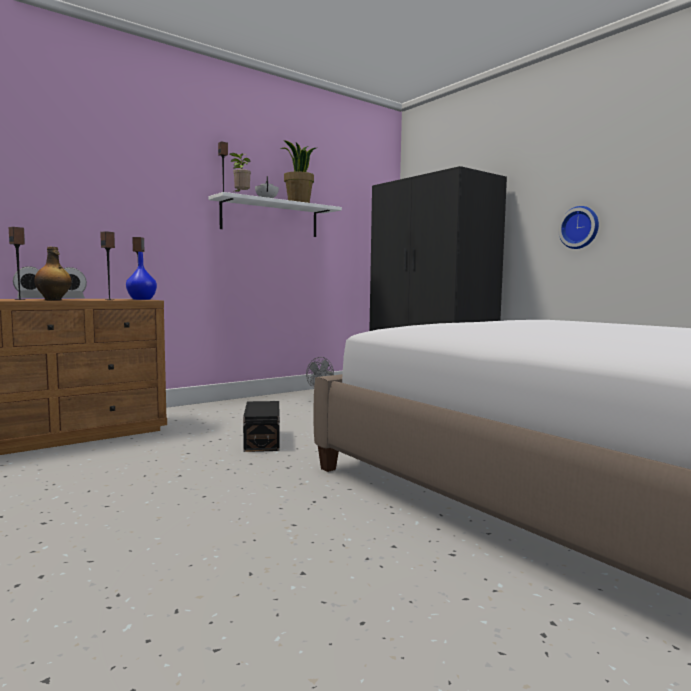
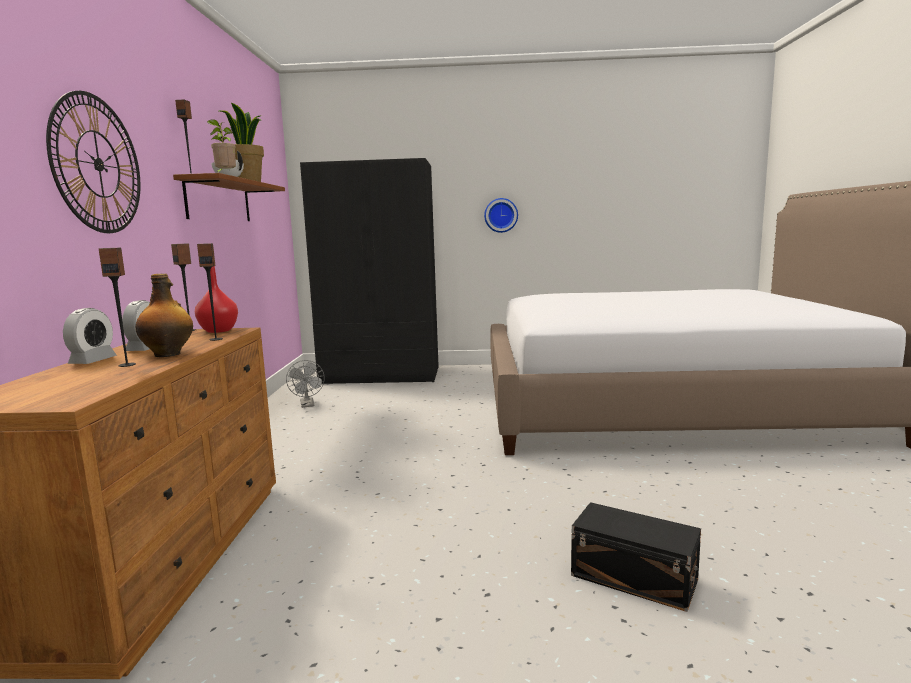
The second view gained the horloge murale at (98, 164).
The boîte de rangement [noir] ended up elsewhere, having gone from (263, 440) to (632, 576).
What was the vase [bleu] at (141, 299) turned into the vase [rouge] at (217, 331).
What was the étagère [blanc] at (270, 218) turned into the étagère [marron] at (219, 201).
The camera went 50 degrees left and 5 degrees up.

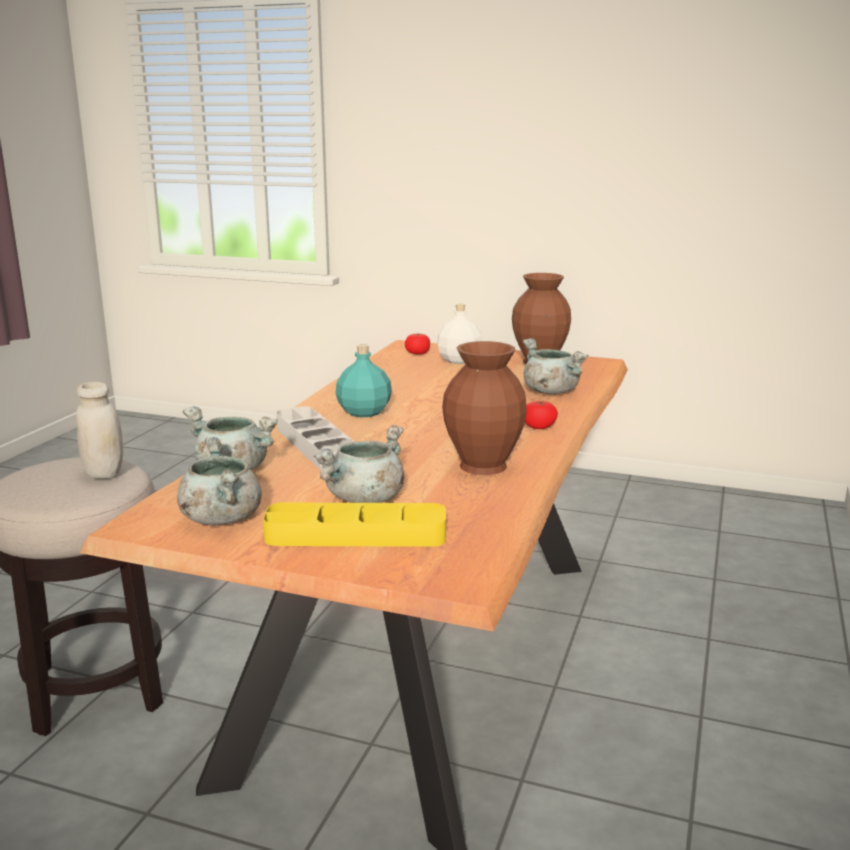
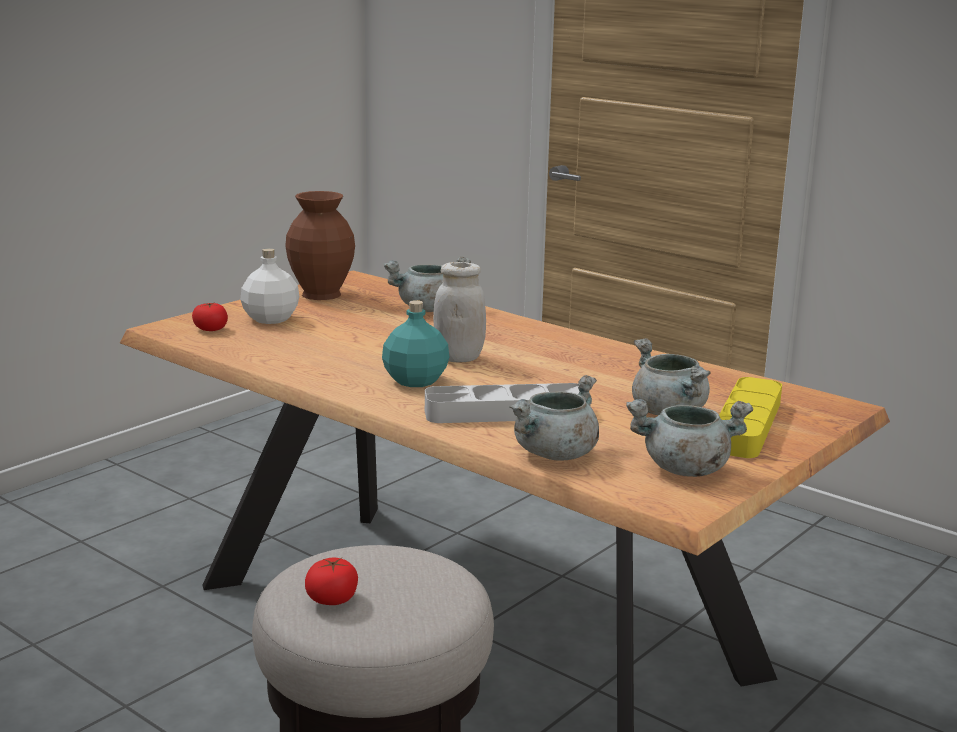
The second view lost the vase [marron] at (482, 466).
The bocal [blanc] ended up elsewhere, having gone from (104, 473) to (459, 358).
The tomate ended up elsewhere, having gone from (538, 426) to (332, 598).
The camera went 70 degrees left and 0 degrees up.

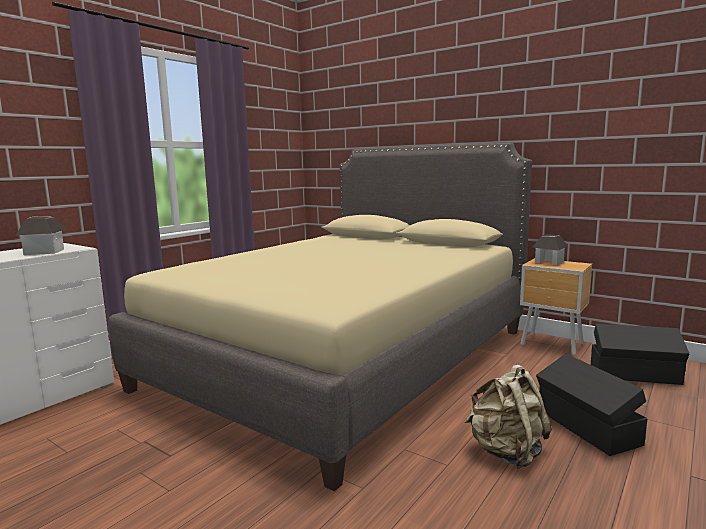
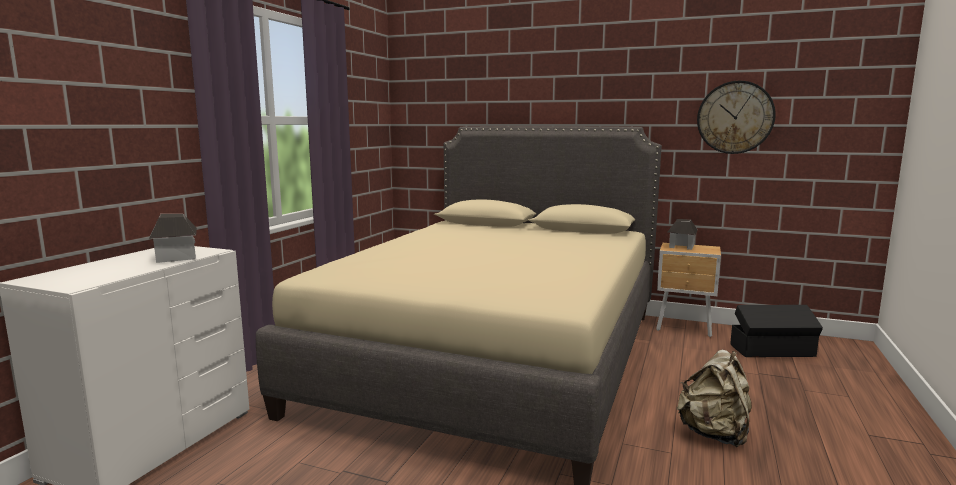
The second view lost the boîte de rangement [noir] at (587, 427).
The second view gained the horloge murale at (735, 117).
The camera went 15 degrees left and 0 degrees up.

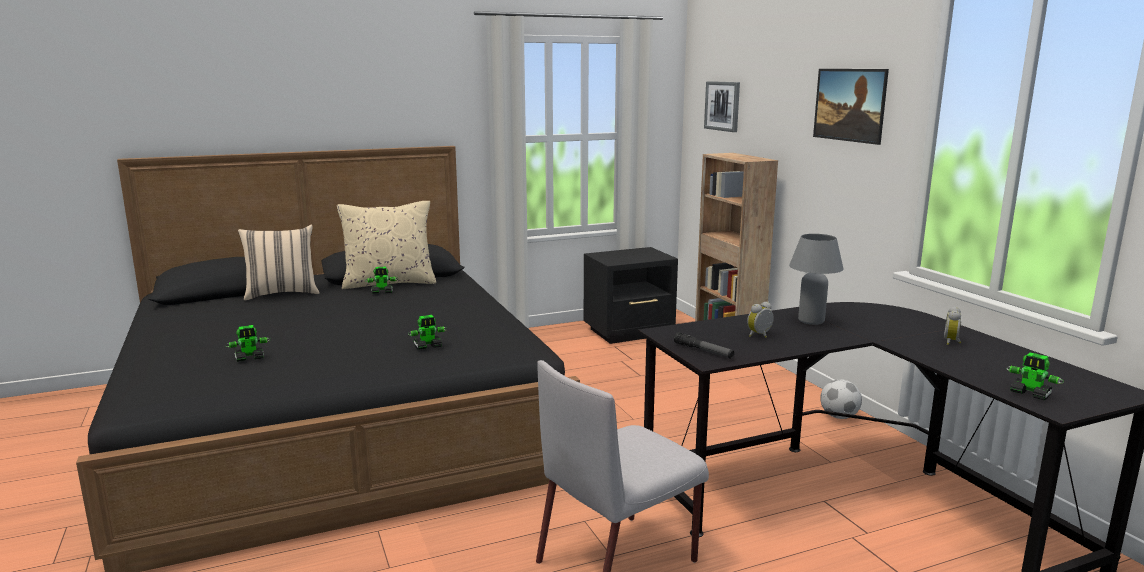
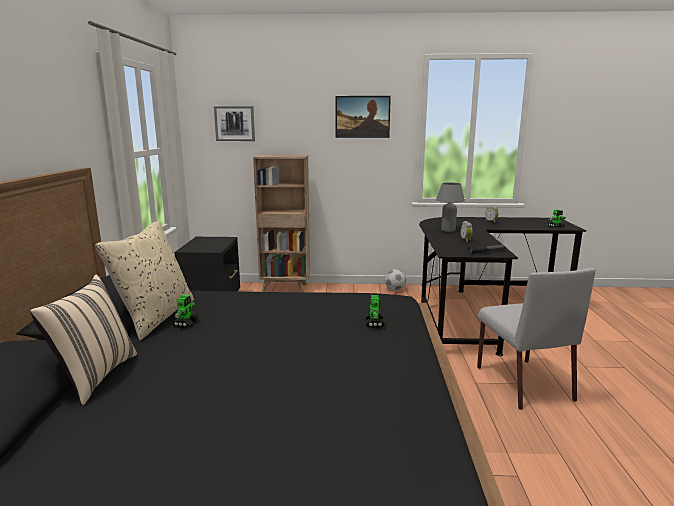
The second view lost the robot jouet at (250, 358).
The camera went 65 degrees left and 0 degrees up.

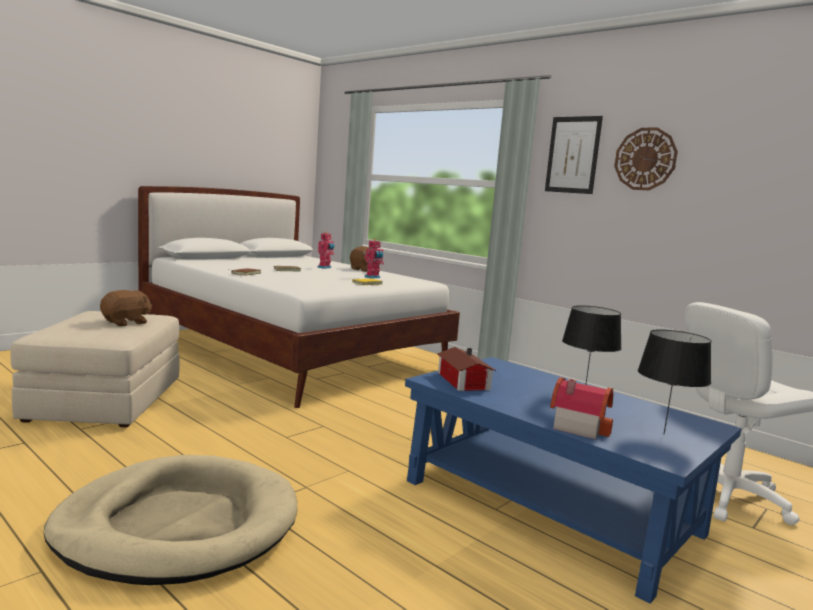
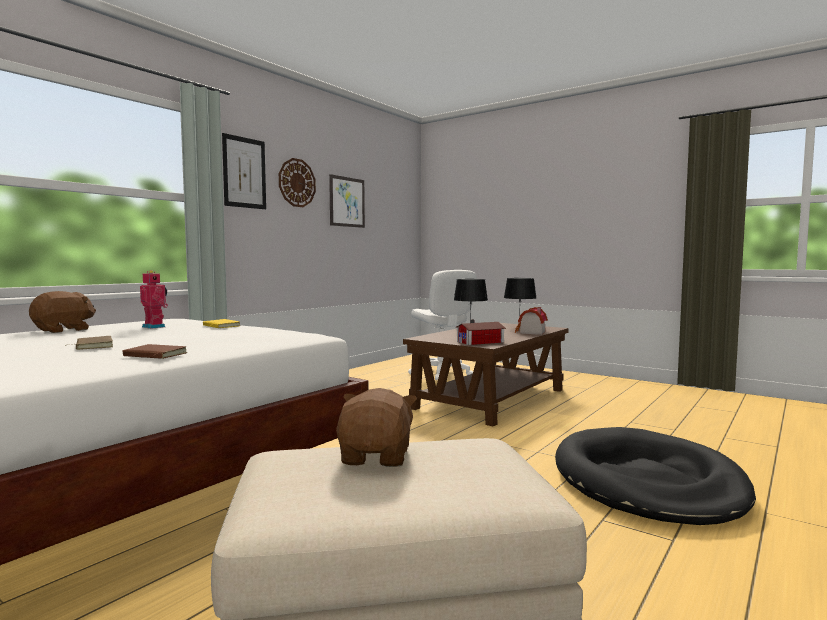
The second view lost the robot jouet at (325, 267).
The second view gained the tableau at (347, 202).
What was the panier pour chien [beige] at (178, 525) turned into the panier pour chien [noir] at (647, 482).
What was the table basse [bleu] at (548, 506) turned into the table basse [marron] at (491, 399).
The peluche [marron] at (126, 323) ended up facing another way, 60 degrees clockwise from before.
The camera went 95 degrees left and 5 degrees down.

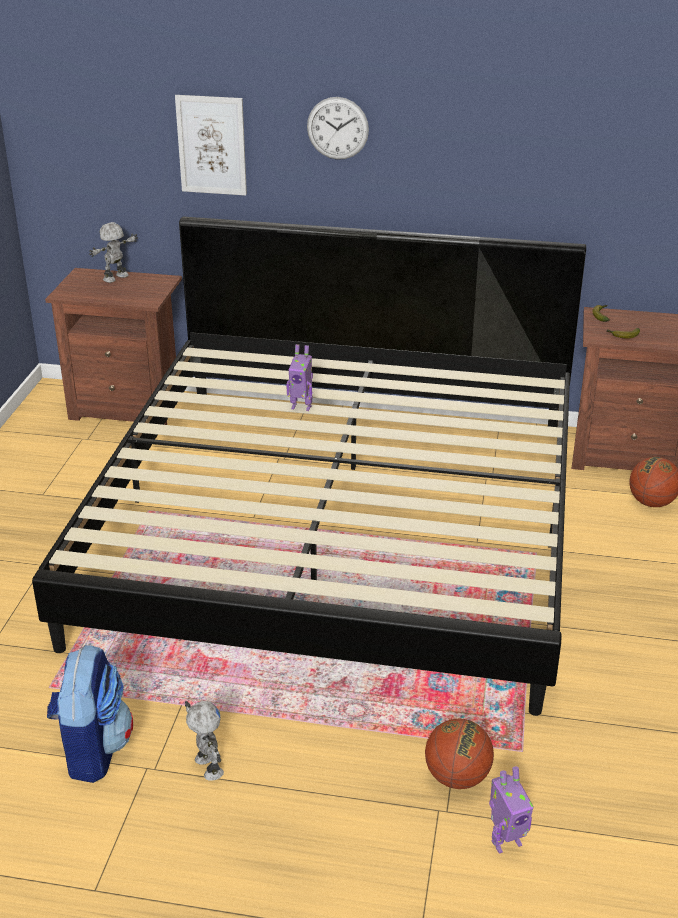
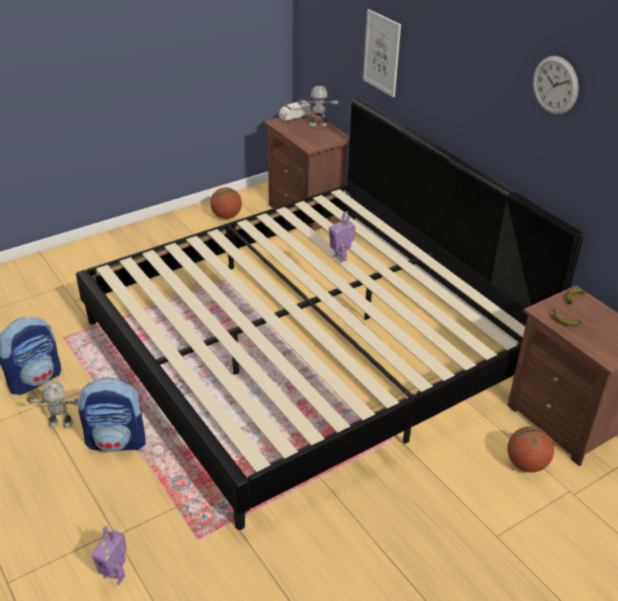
The second view gained the sac à dos at (117, 441).
The second view gained the camion jouet at (294, 117).
The horloge murale ended up elsewhere, having gone from (337, 128) to (555, 85).
The ballon de basket ended up elsewhere, having gone from (457, 777) to (226, 216).
The robot jouet at (207, 767) ended up facing another way, 105 degrees counterclockwise from before.
The camera went 45 degrees right and 5 degrees up.

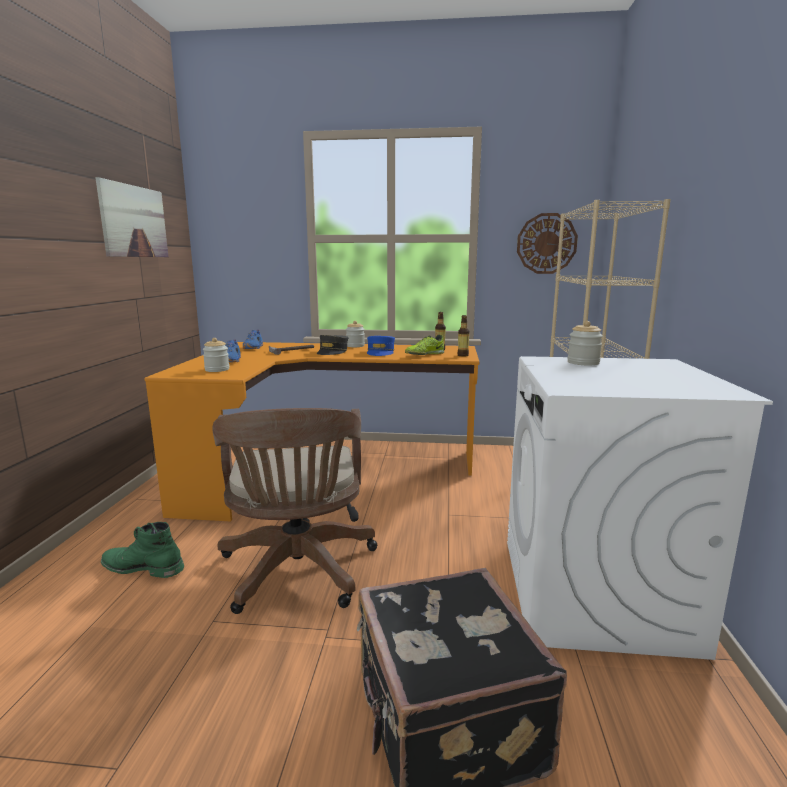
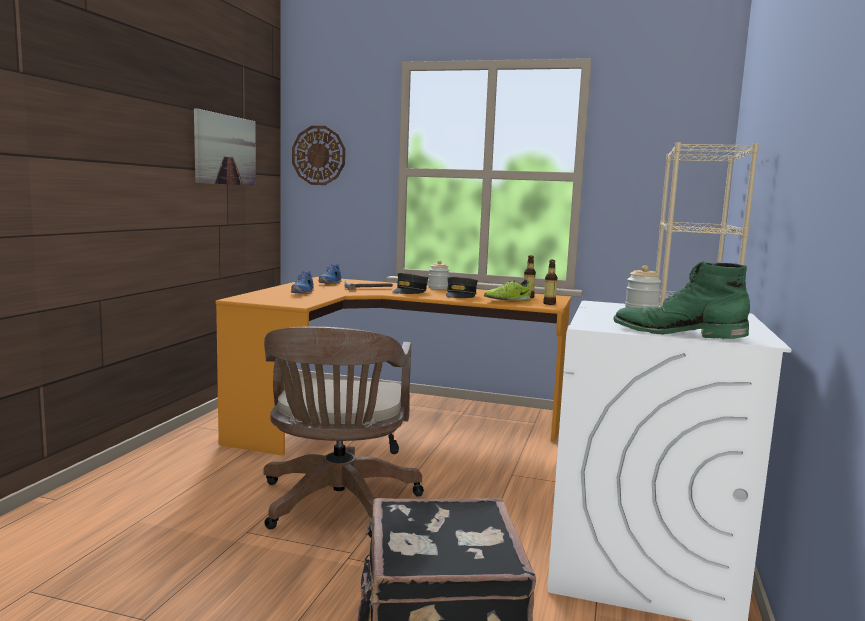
The second view lost the bocal at (217, 369).
The botte [vert] ended up elsewhere, having gone from (143, 567) to (677, 332).
The horloge murale ended up elsewhere, having gone from (546, 243) to (318, 155).
What was the casquette [bleu] at (380, 352) turned into the casquette [gris] at (461, 295).
The camera went 10 degrees right and 5 degrees down.

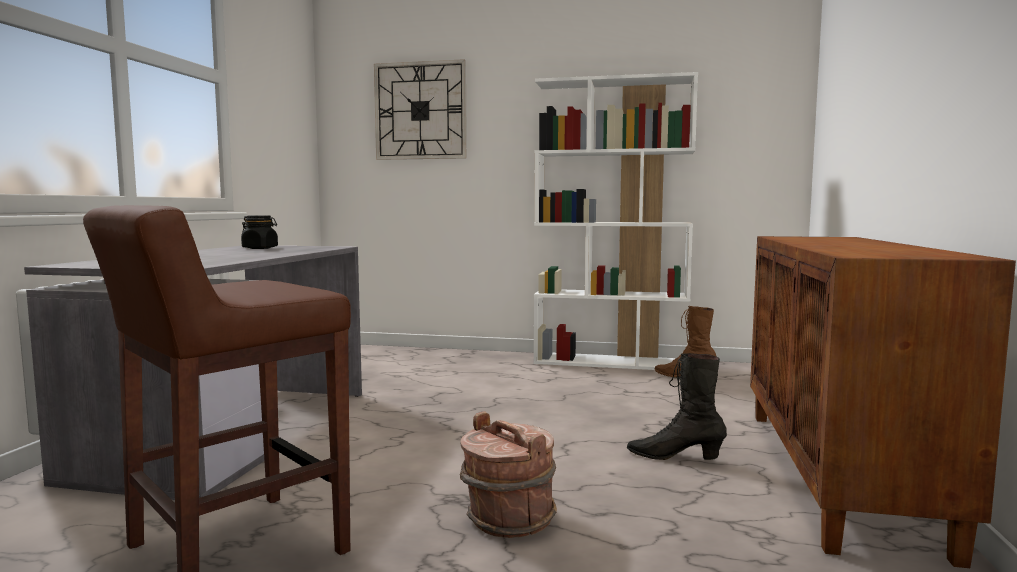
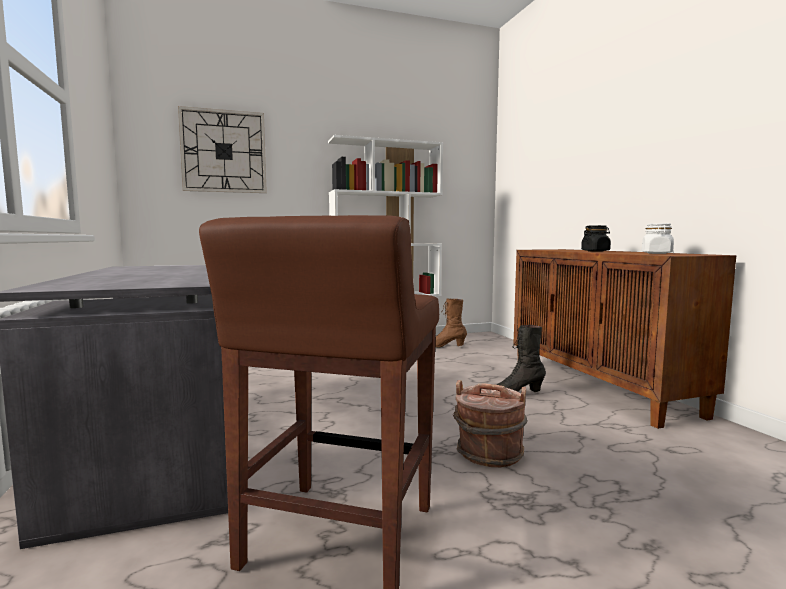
The second view gained the bocal [blanc] at (656, 253).
The bocal [noir] ended up elsewhere, having gone from (260, 248) to (595, 251).
The camera went 30 degrees left and 0 degrees up.

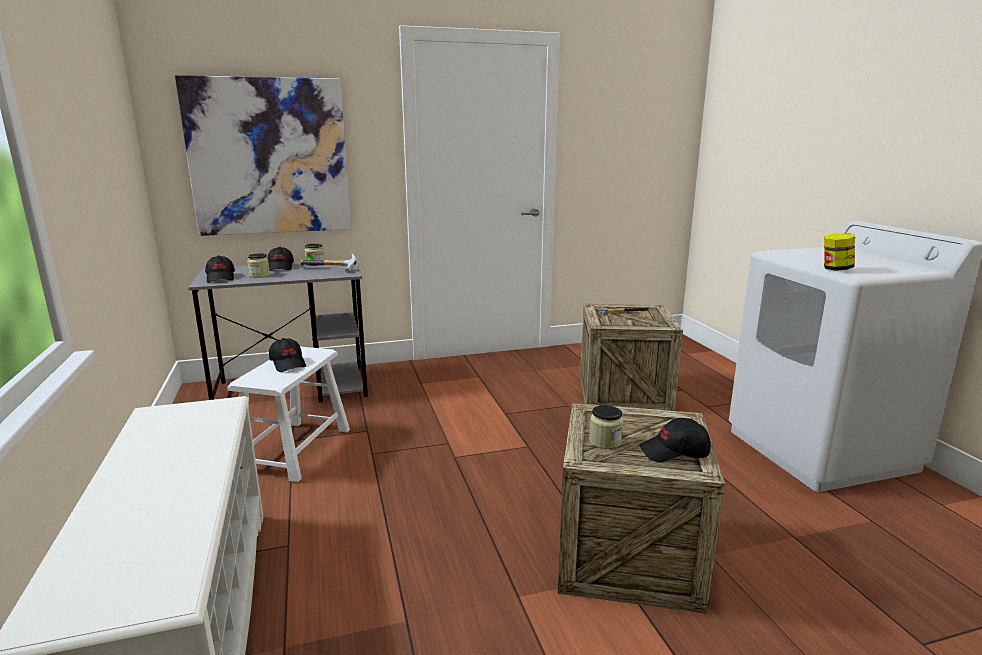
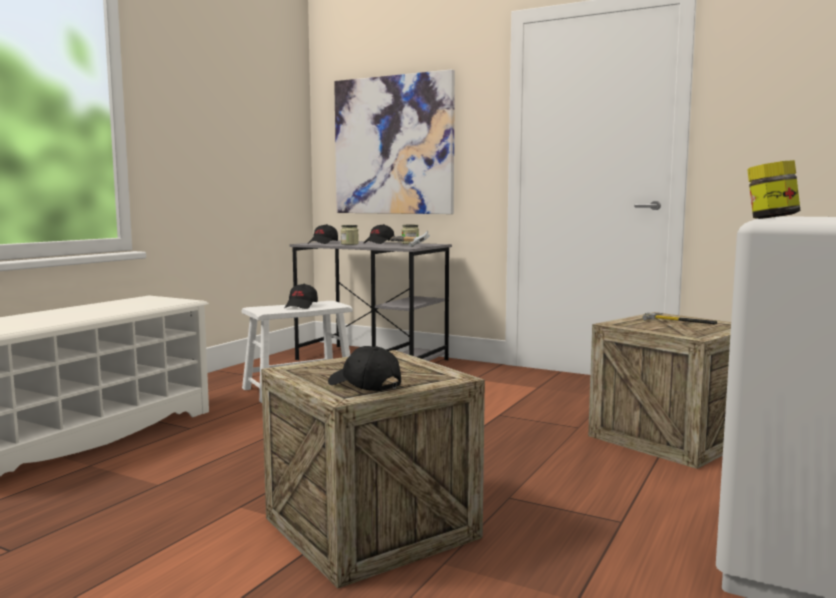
The second view lost the bocal at (605, 441).
The camera went 45 degrees right and 10 degrees down.

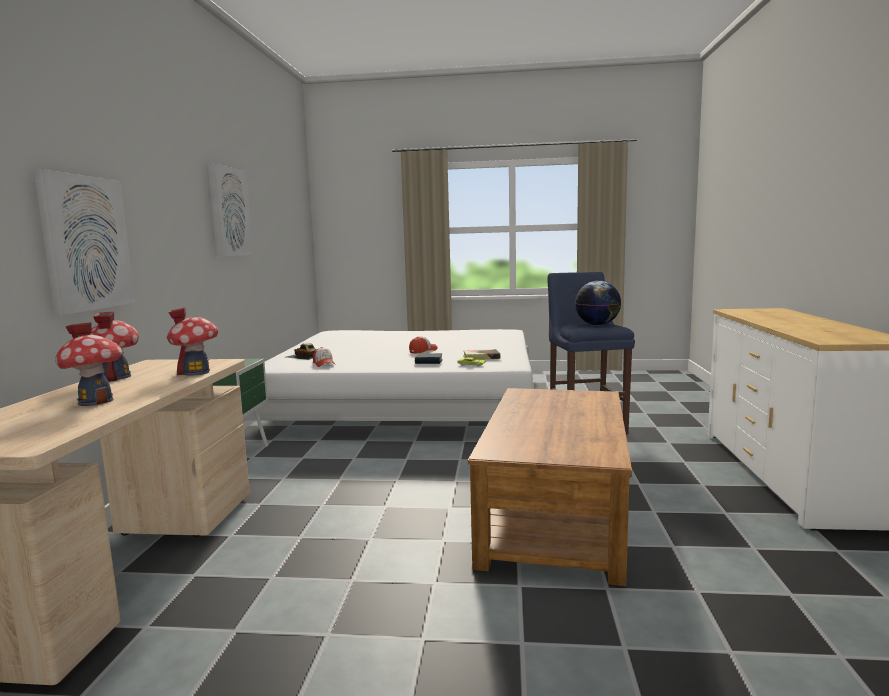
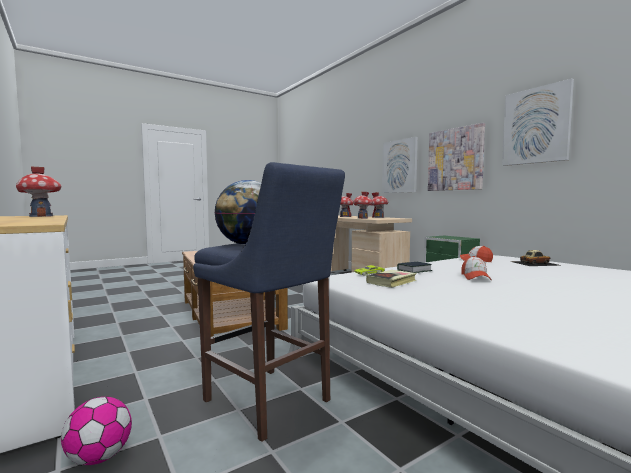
The second view gained the maison miniature at (41, 216).
The second view gained the ballon de foot at (99, 457).
The second view gained the tableau at (455, 159).
The camera went 140 degrees right and 5 degrees down.

